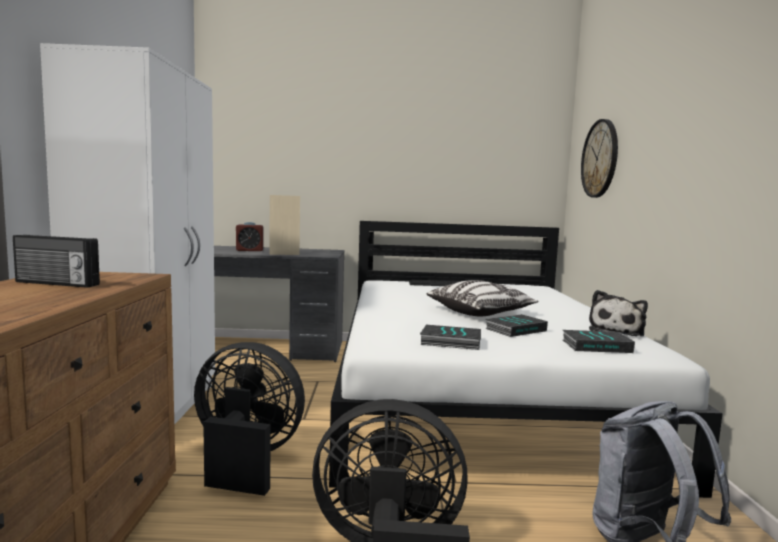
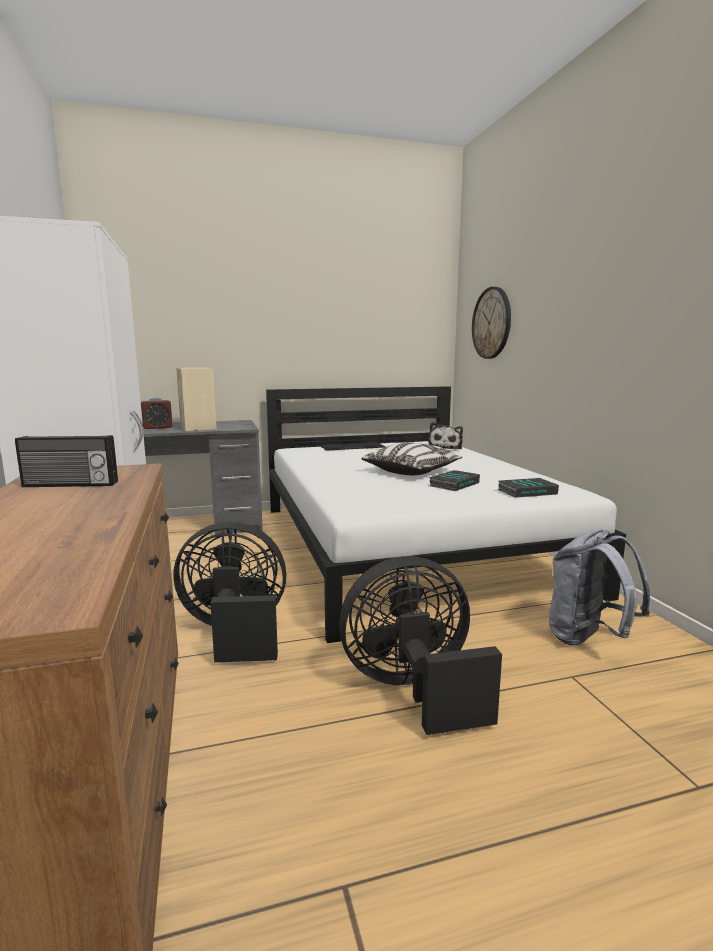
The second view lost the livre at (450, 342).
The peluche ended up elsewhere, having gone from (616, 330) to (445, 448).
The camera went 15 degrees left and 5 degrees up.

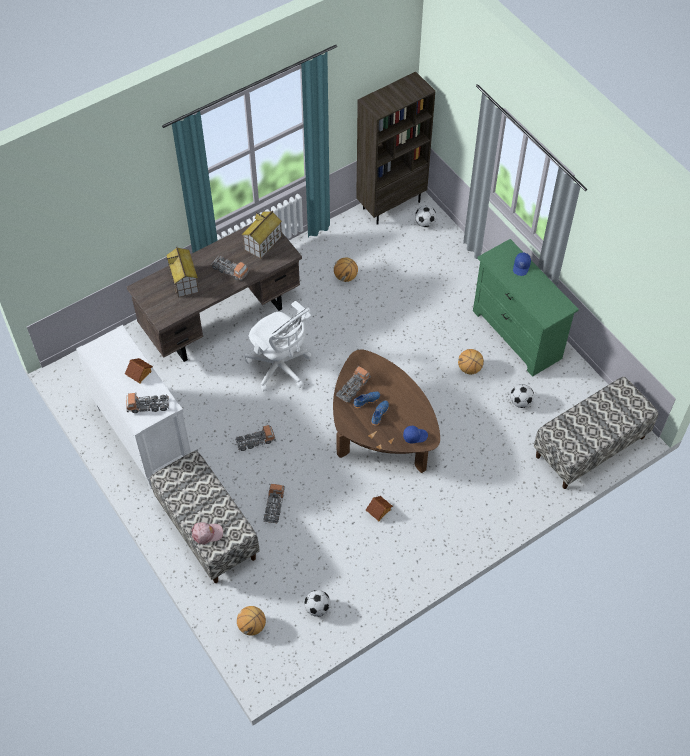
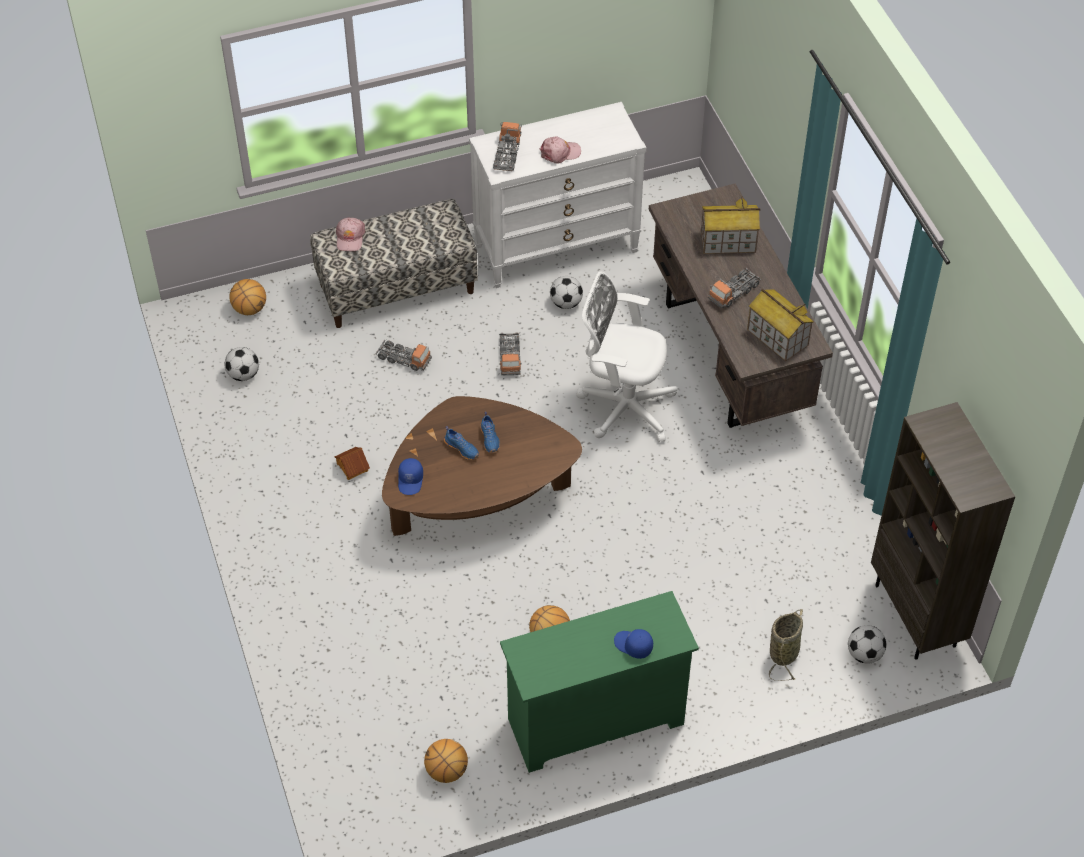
The second view lost the camion jouet at (353, 388).
The second view lost the banc at (590, 447).
The second view gained the panier at (784, 652).
The ballon de basket ended up elsewhere, having gone from (346, 277) to (446, 771).
The ballon de foot ended up elsewhere, having gone from (520, 402) to (566, 303).
Where the maison miniature stood at (139, 373), the casquette [rose] came to stand at (560, 153).
The chaise de bureau [blanc] at (280, 368) ended up facing another way, 45 degrees clockwise from before.
The camera went 105 degrees right and 5 degrees down.

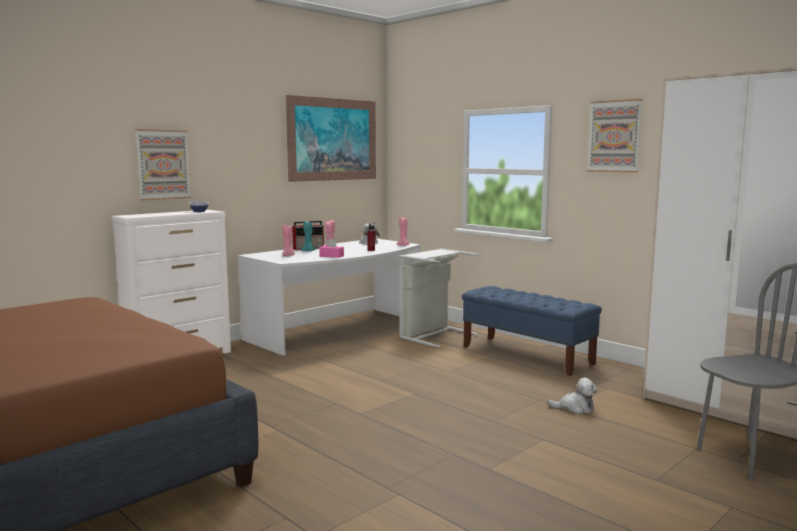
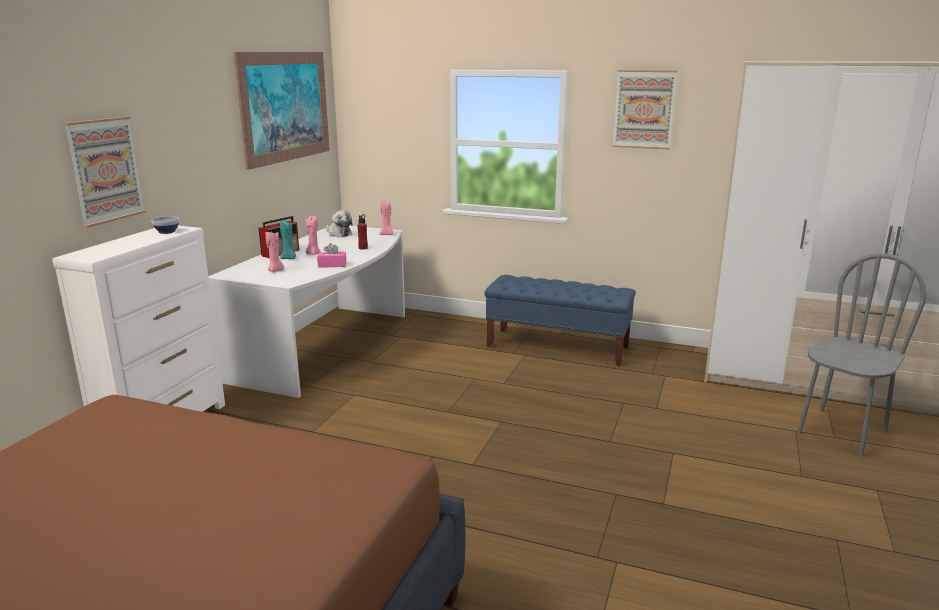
The second view lost the panier à linge [gris] at (432, 335).
The second view lost the peluche at (575, 408).
The camera went 25 degrees left and 10 degrees up.

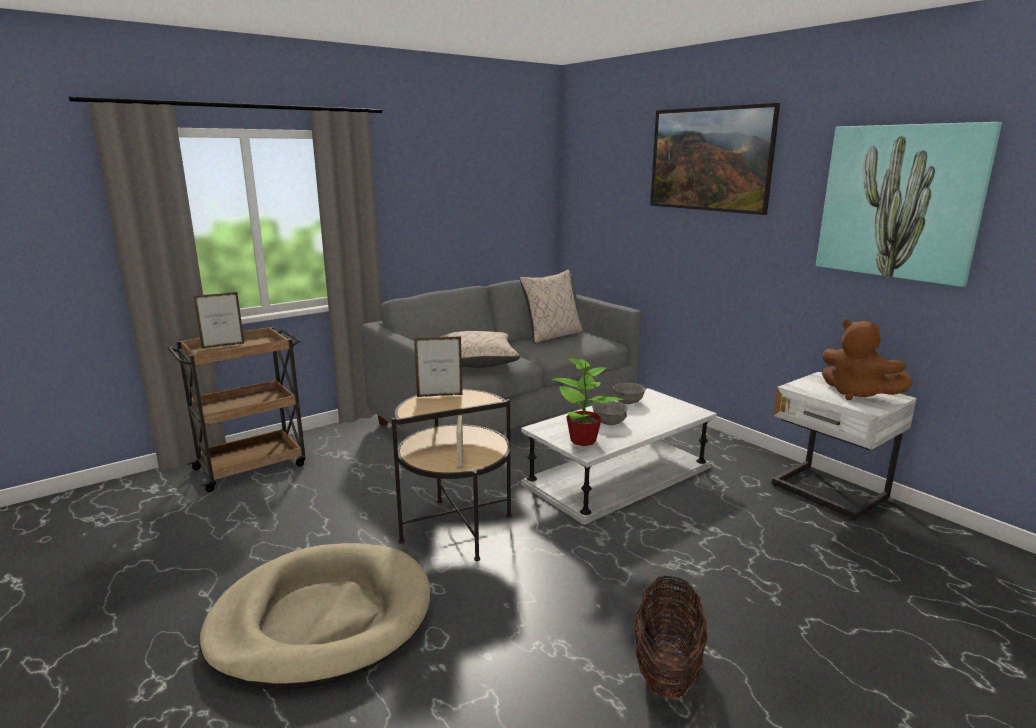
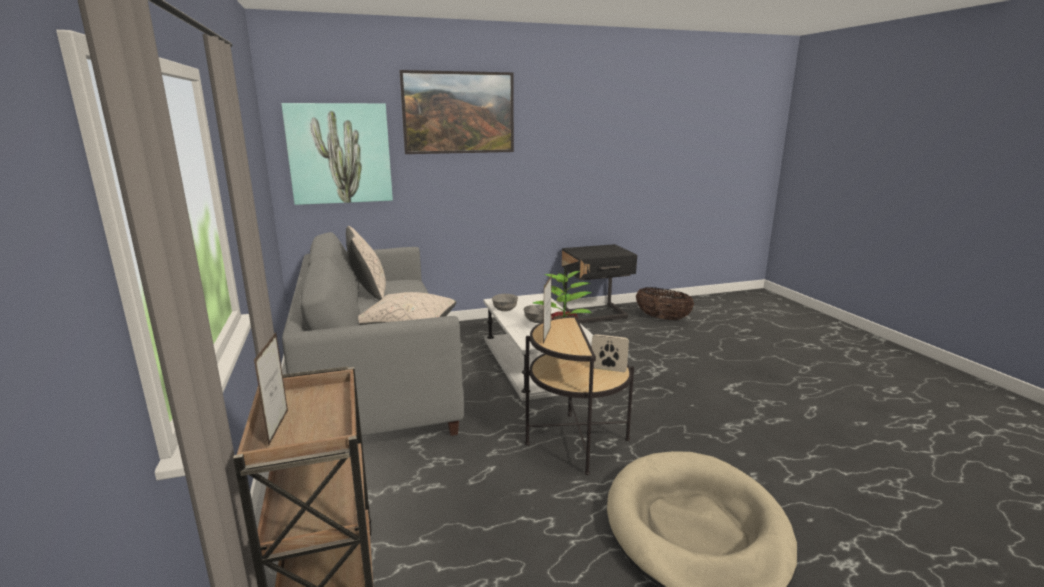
The second view lost the peluche [marron] at (856, 394).
The panier ended up elsewhere, having gone from (666, 668) to (662, 318).
The tableau ended up elsewhere, having gone from (900, 202) to (339, 153).
What was the table de chevet [blanc] at (828, 493) turned into the table de chevet [noir] at (596, 315).
The camera went 70 degrees left and 0 degrees up.

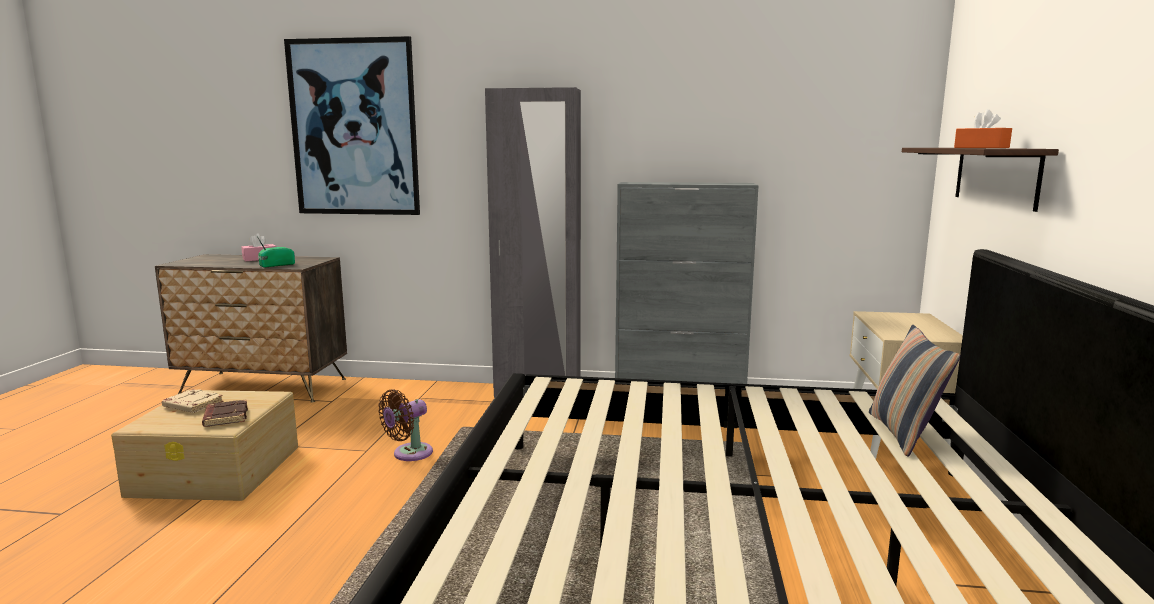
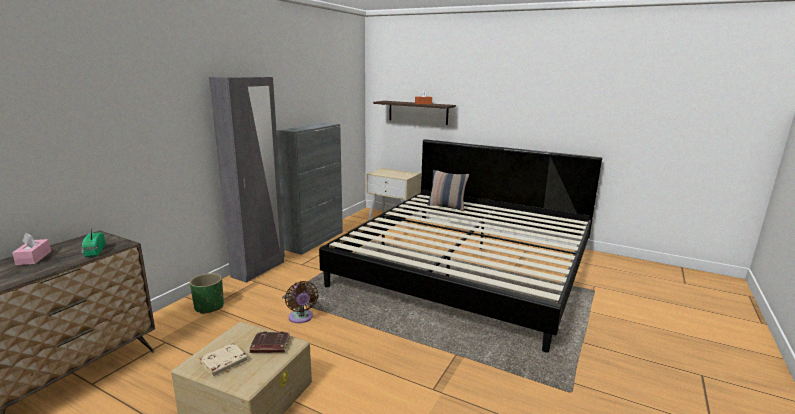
The second view lost the tableau at (354, 128).
The second view gained the cache-pot [vert] at (209, 307).
The camera went 70 degrees left and 5 degrees up.

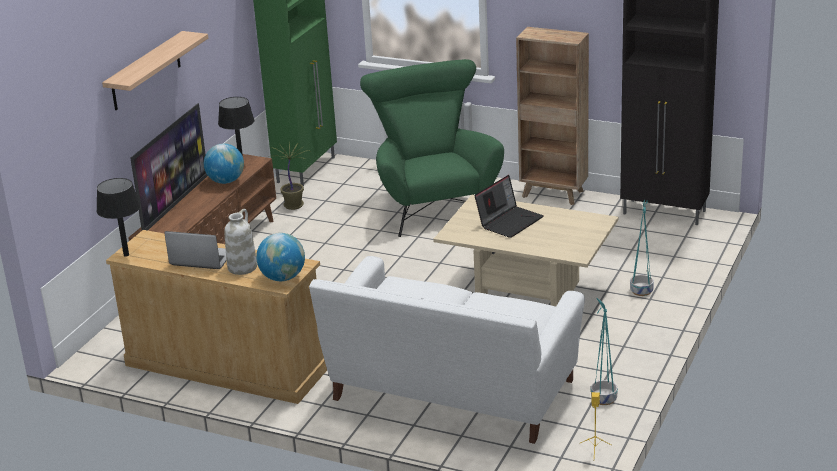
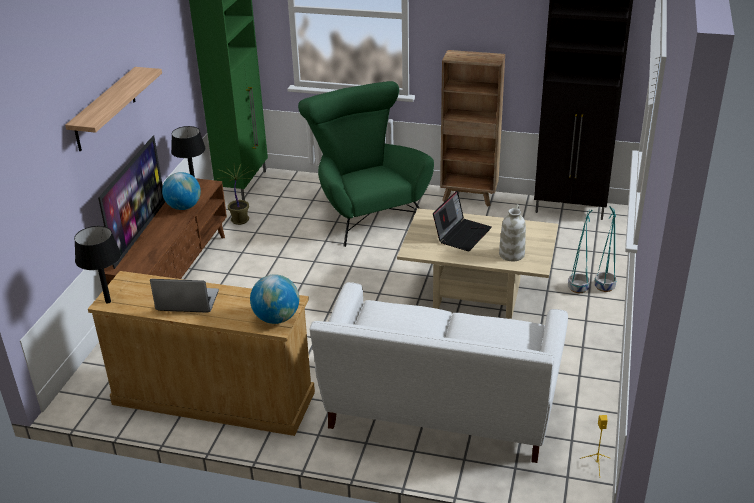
The vase [blanc] ended up elsewhere, having gone from (242, 267) to (511, 254).
The cache-pot [turquoise] ended up elsewhere, having gone from (603, 399) to (604, 287).
The camera went 10 degrees left and 5 degrees up.

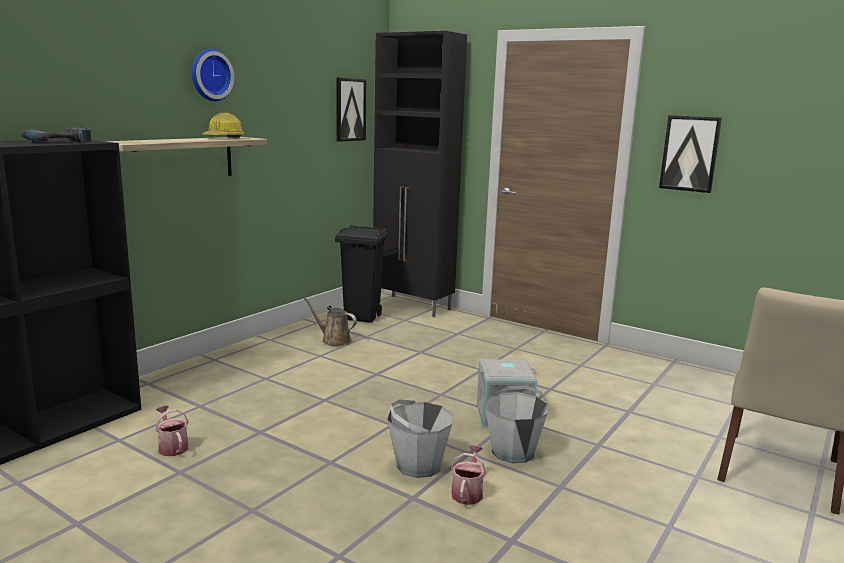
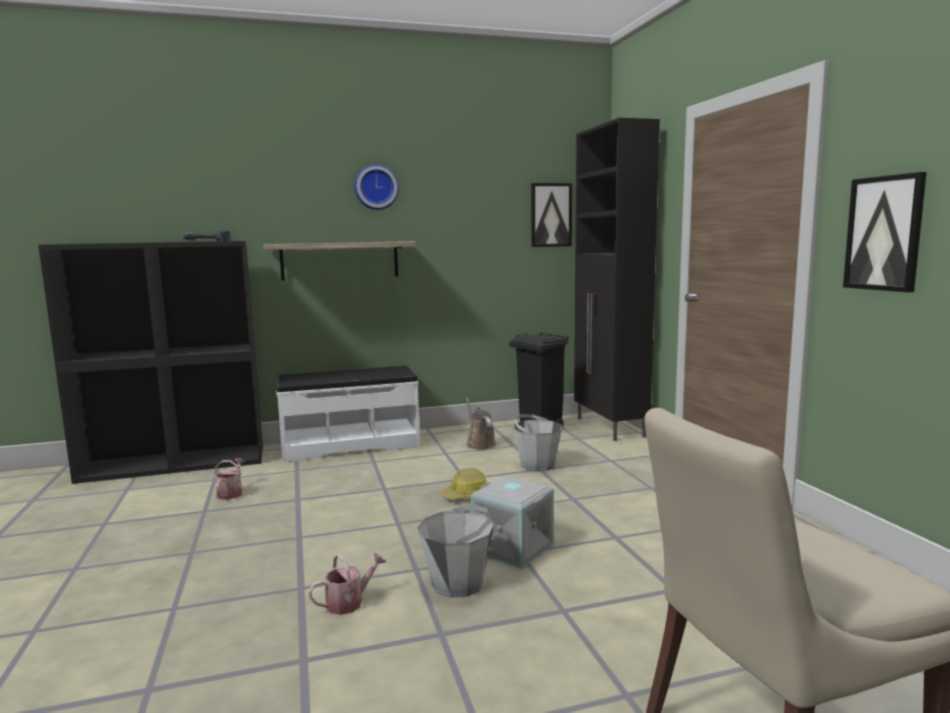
The second view gained the banc [blanc] at (350, 445).
The casque de chantier ended up elsewhere, having gone from (224, 138) to (466, 495).
The seau [gris] ended up elsewhere, having gone from (418, 465) to (537, 465).
The camera went 40 degrees right and 5 degrees down.

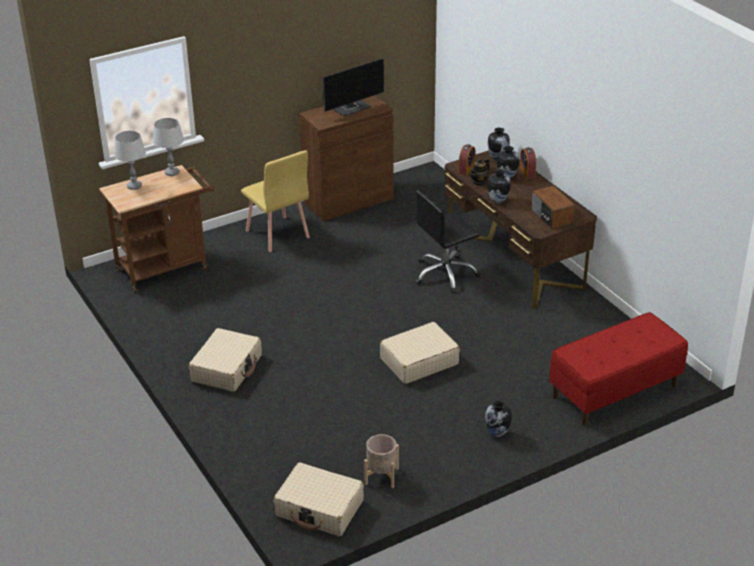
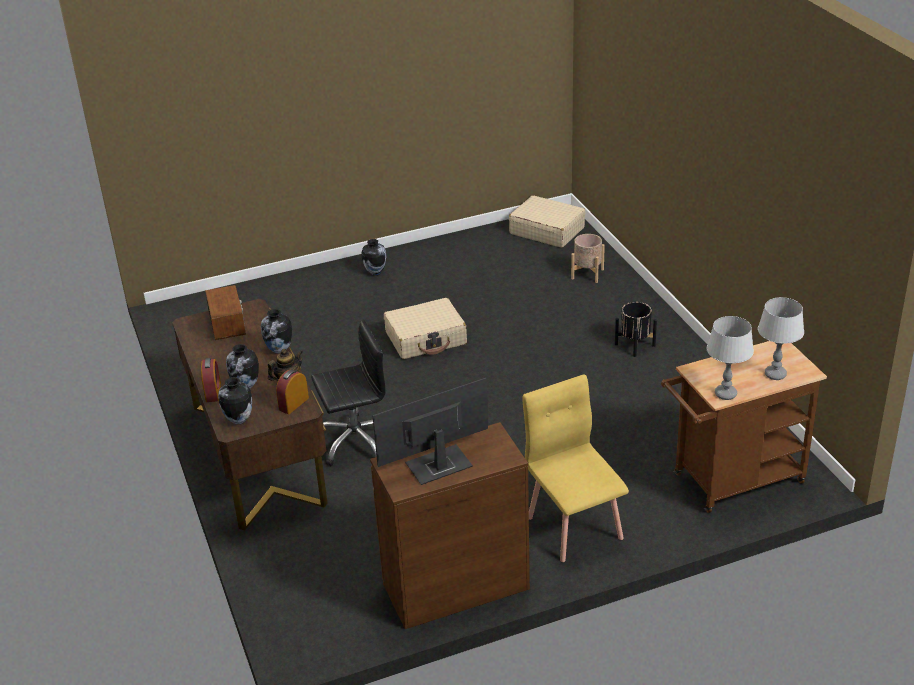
The second view lost the banc [rouge] at (615, 391).
The cache-pot [beige] ended up elsewhere, having gone from (381, 476) to (587, 274).
Where the valise [beige] stood at (227, 368), the cache-pot [noir] came to stand at (635, 345).
The camera went 170 degrees left and 0 degrees up.

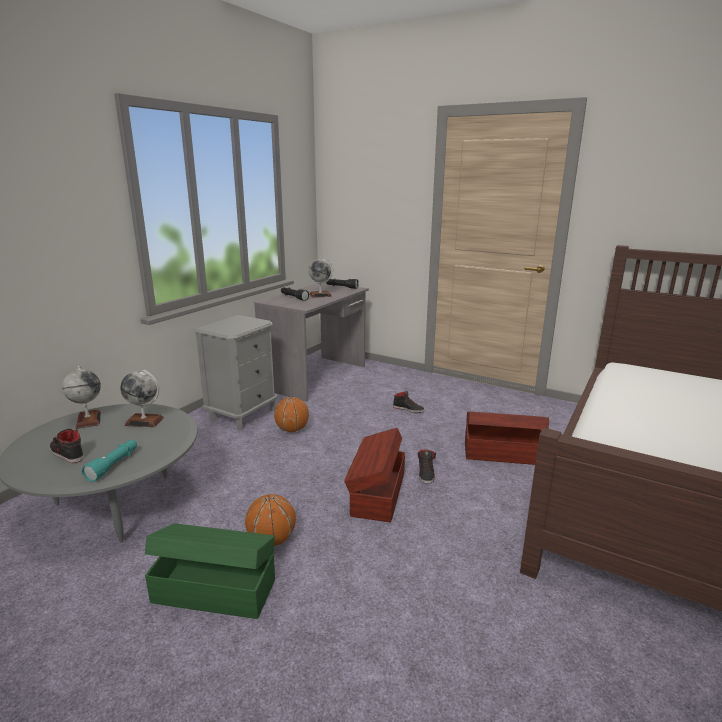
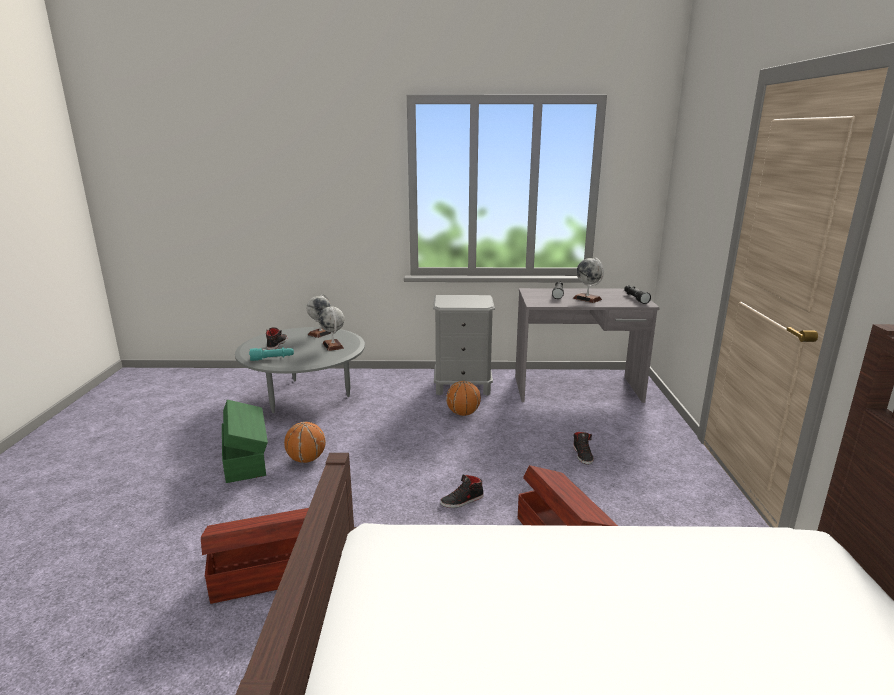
The boîte de rangement [marron] ended up elsewhere, having gone from (377, 494) to (267, 573).
The camera went 60 degrees right and 0 degrees up.

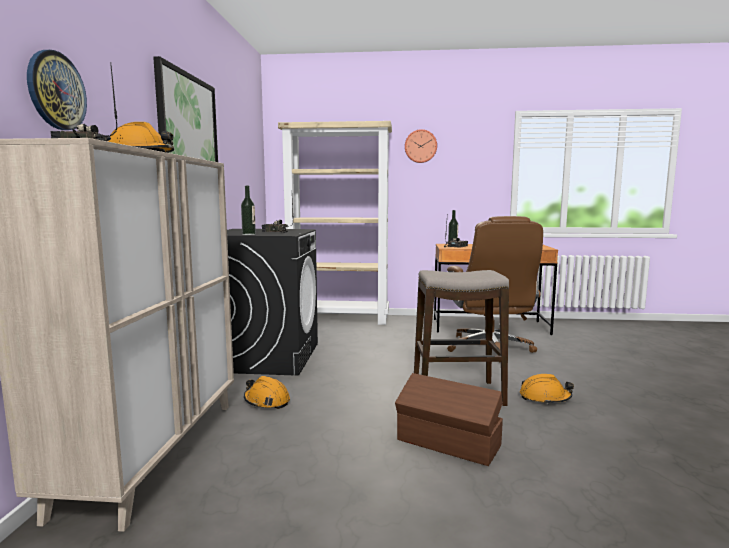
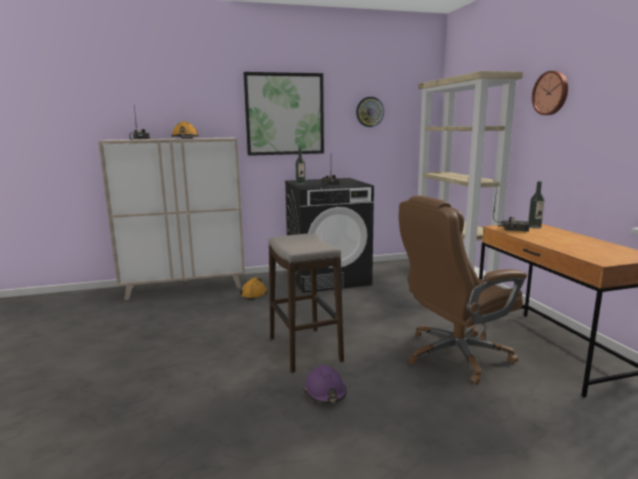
The second view lost the boîte de rangement [marron] at (448, 443).
The horloge murale ended up elsewhere, having gone from (56, 91) to (369, 112).
What was the casque de chantier [orange] at (544, 398) turned into the casque de chantier [violet] at (325, 392).
The camera went 70 degrees right and 5 degrees up.

